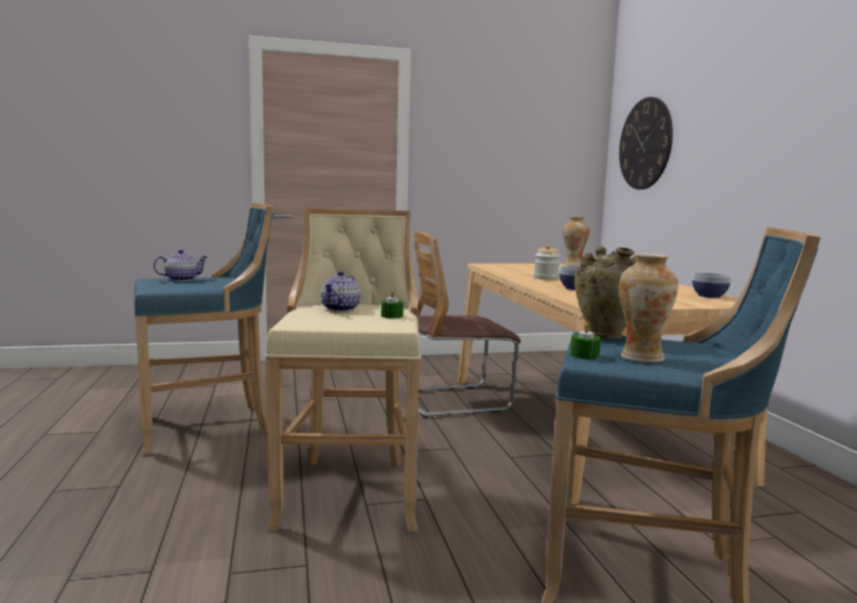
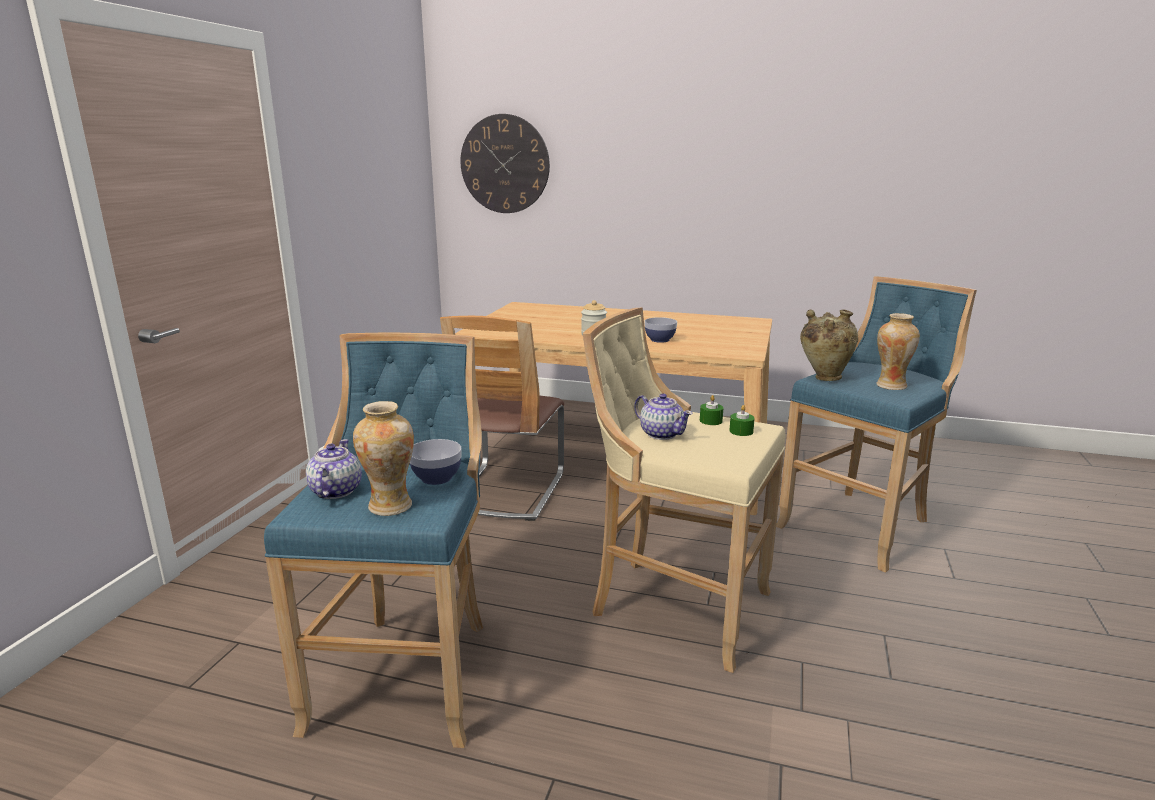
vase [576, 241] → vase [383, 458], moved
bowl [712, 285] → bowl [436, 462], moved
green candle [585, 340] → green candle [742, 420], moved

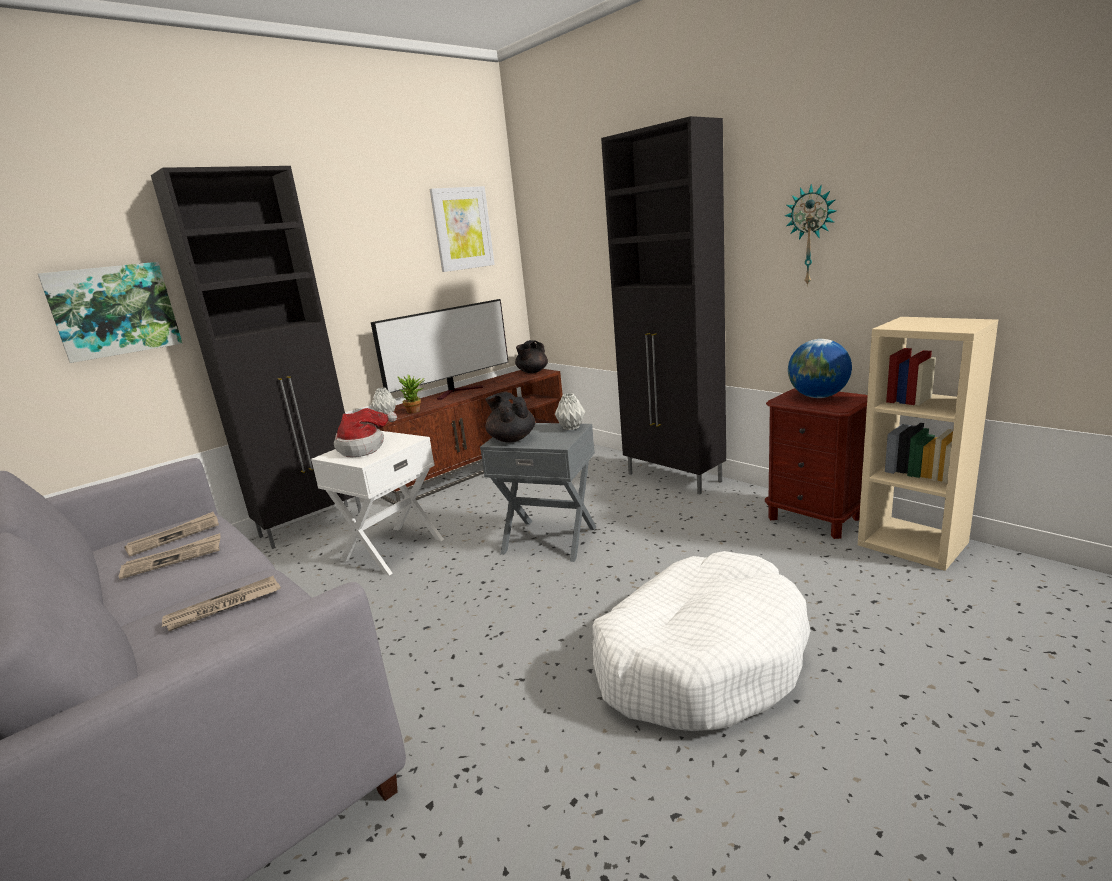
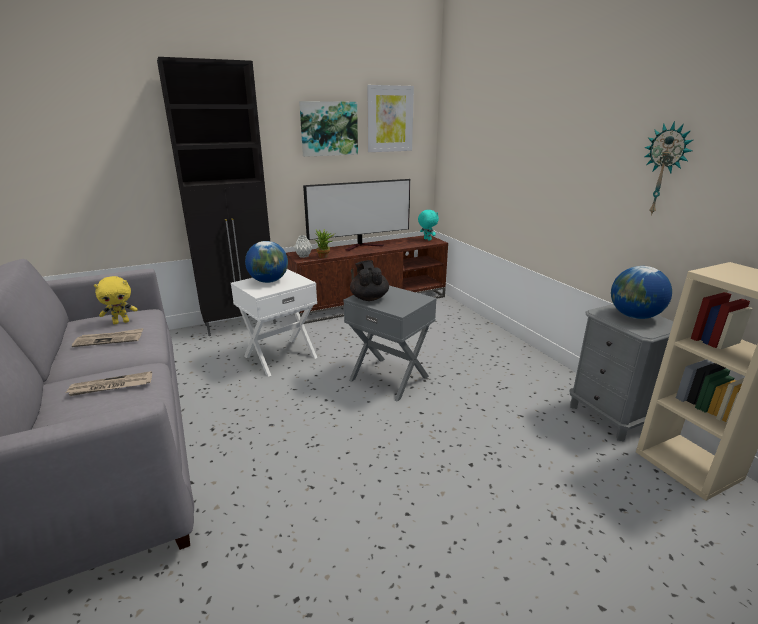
black cabinet [663, 305] → -
picture [110, 312] → picture [328, 129], moved
black teapot [531, 356] → turquoise plush toy [428, 225]
brown nightstand [816, 463] → grey nightstand [621, 373]
grey vase [570, 411] → -
hat [365, 432] → globe [266, 262]
newspaper [171, 534] → yellow plush toy [115, 300]
white dog bed [702, 641] → -

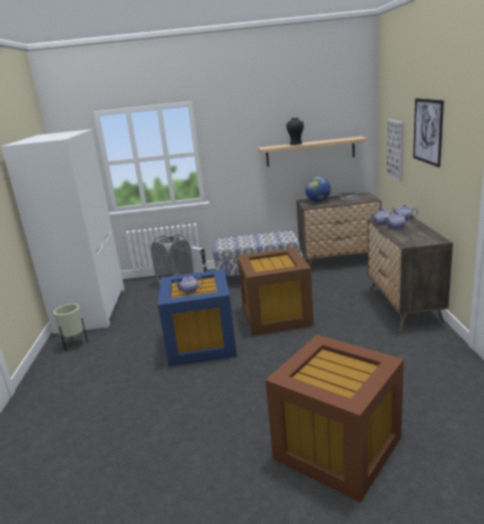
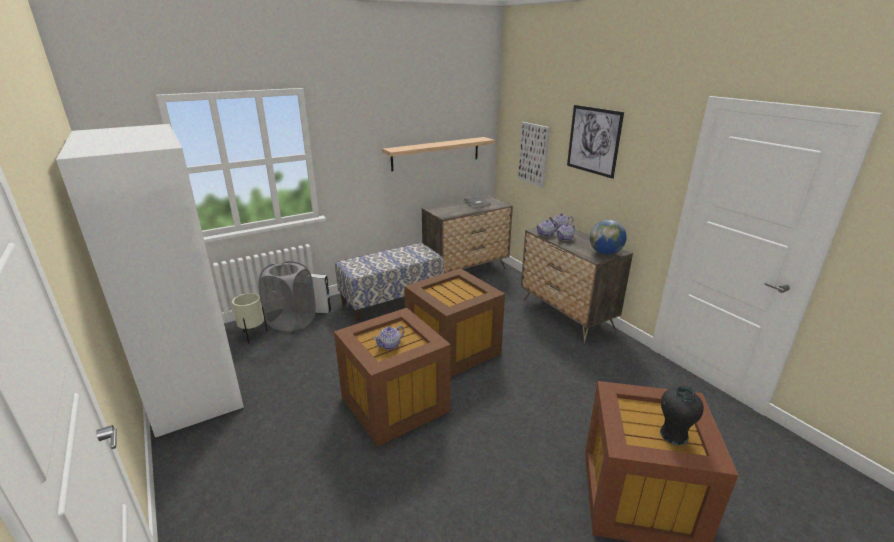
black vase [295, 131] → black vase [682, 415], moved
globe [318, 189] → globe [608, 237], moved
blue storage box [197, 318] → brown storage box [392, 377]
beige planter [70, 327] → beige planter [249, 318], moved

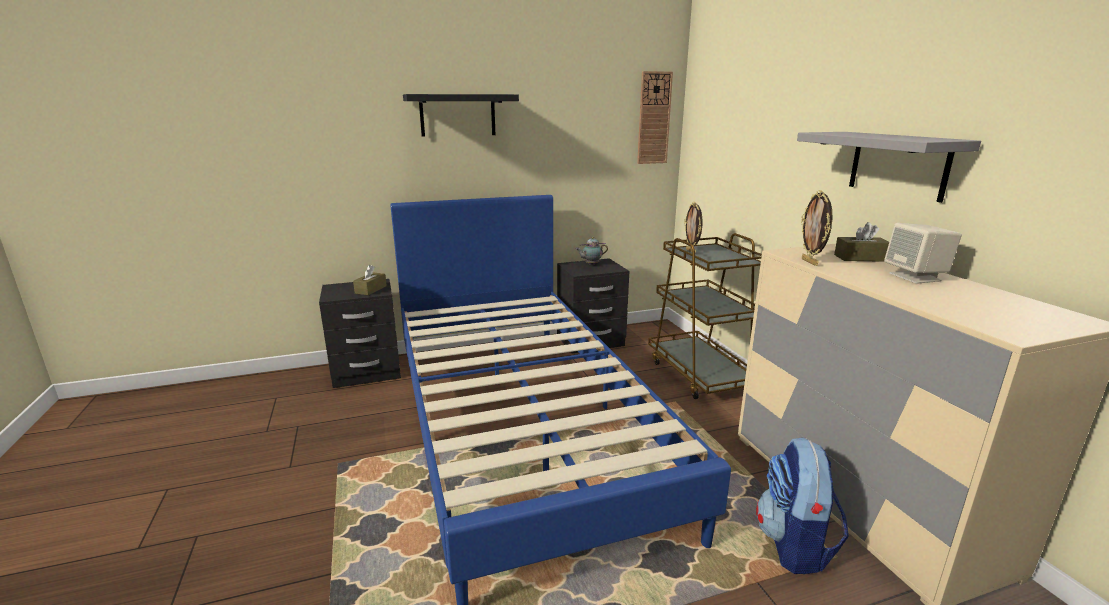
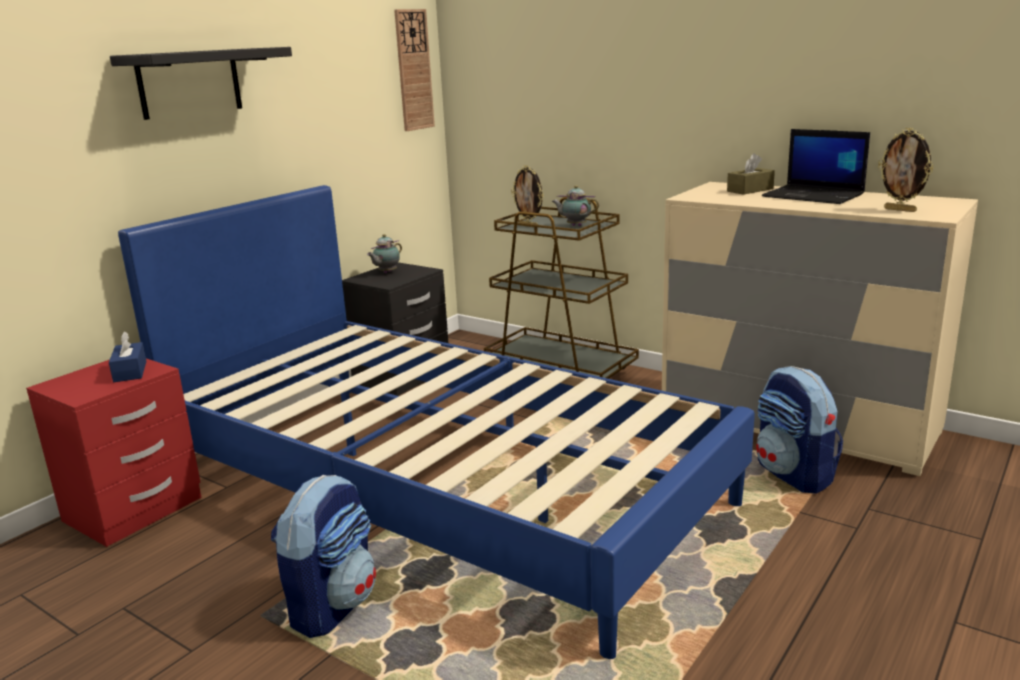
grey shelf [889, 167] → -
picture frame [816, 228] → picture frame [905, 170], moved
beige speaker [923, 253] → laptop [816, 166]
brown tissue box [370, 280] → blue tissue box [127, 356]
black nightstand [360, 333] → red nightstand [114, 452]
- → teapot [575, 205]
- → backpack [323, 556]

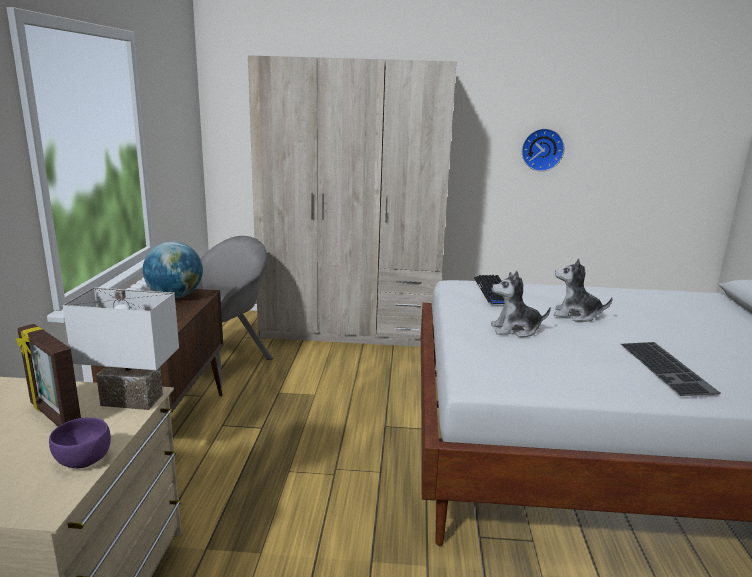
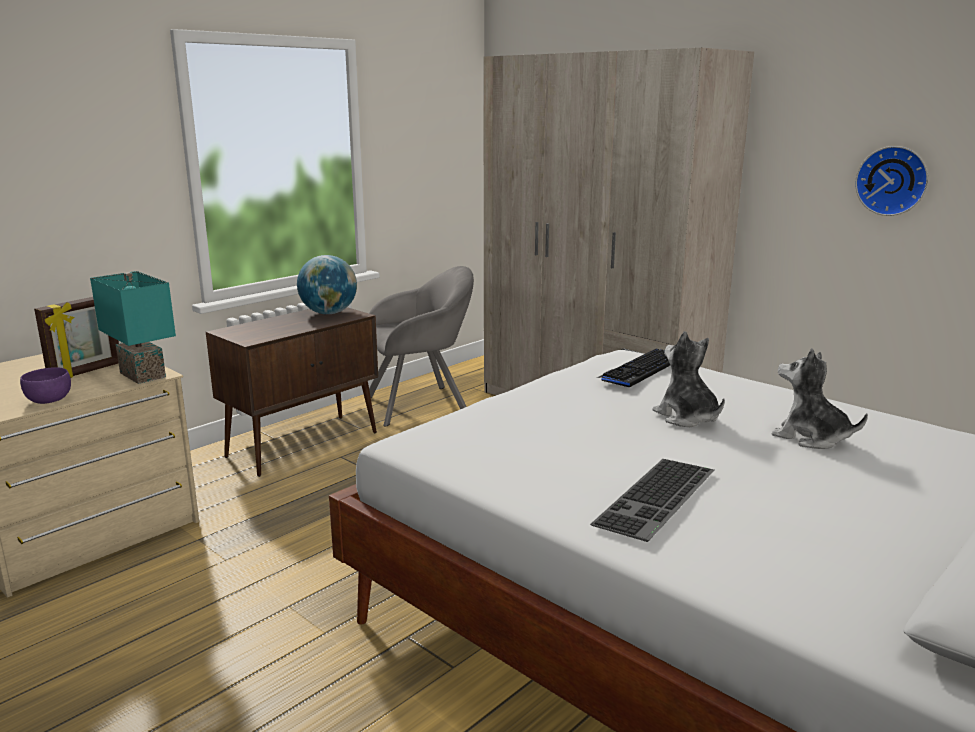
plush toy [521, 304] → plush toy [819, 398], moved
white table lamp [121, 348] → turquoise table lamp [133, 327]
picture frame [48, 375] → picture frame [76, 337], 135 degrees counterclockwise

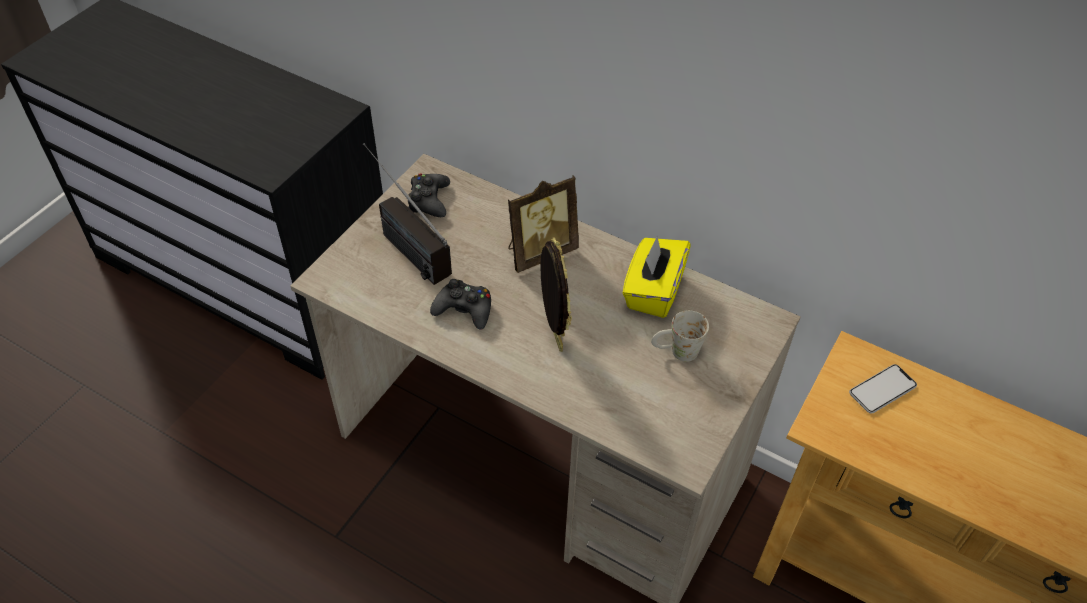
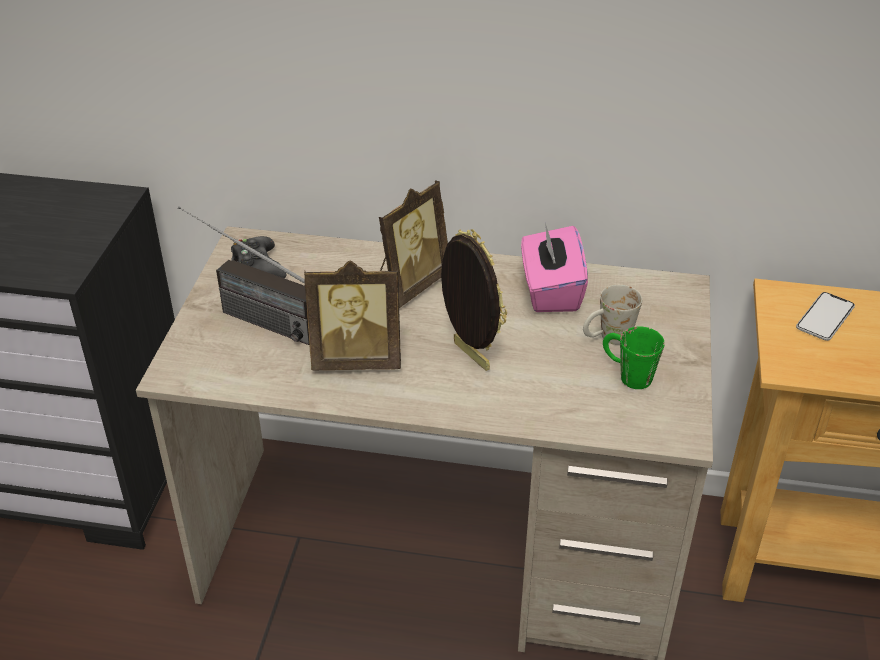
yellow tissue box [656, 277] → pink tissue box [554, 267]
black game controller [460, 304] → picture frame [352, 315]
- → green mug [634, 357]

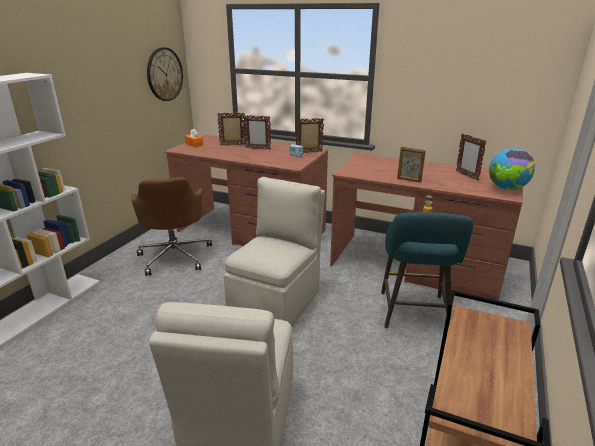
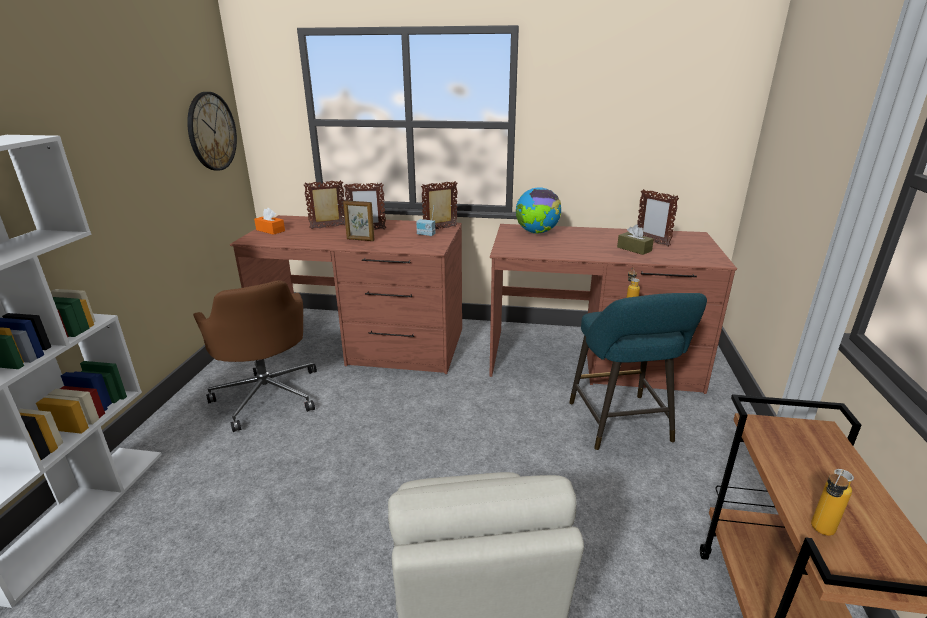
picture frame [411, 165] → picture frame [358, 220], moved
globe [512, 169] → globe [538, 210], moved
beige chair [274, 252] → -
- → brown tissue box [635, 240]
- → bottle [832, 502]

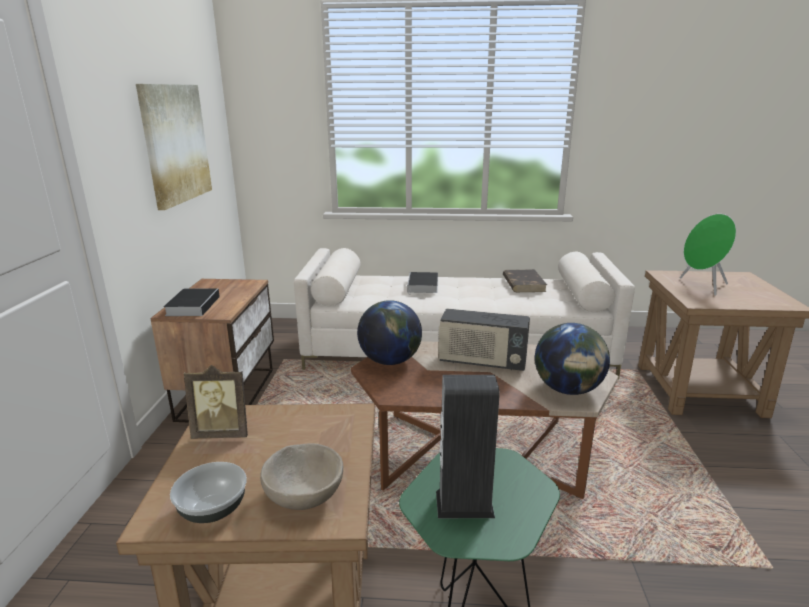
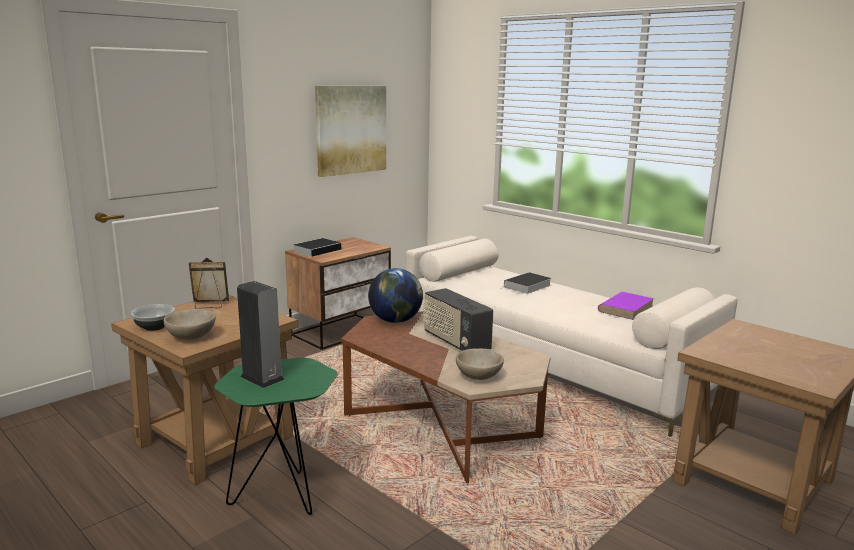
green speaker [708, 254] → -
brown book [525, 280] → purple book [626, 306]
globe [572, 359] → beige bowl [480, 364]
picture frame [216, 402] → picture frame [209, 283], 135 degrees clockwise

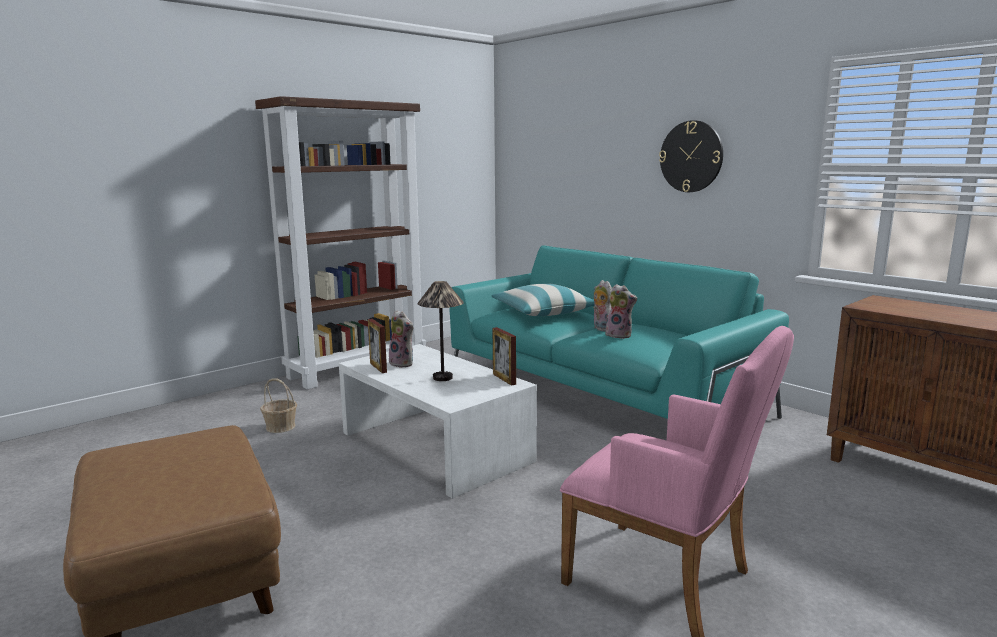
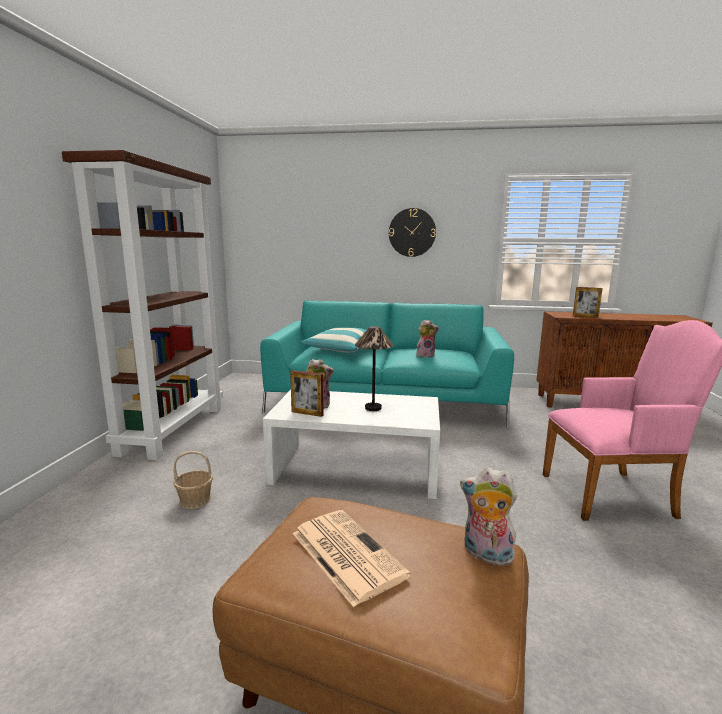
plush toy [602, 306] → plush toy [488, 518], moved
picture frame [504, 356] → picture frame [588, 302], moved
- → newspaper [352, 558]

